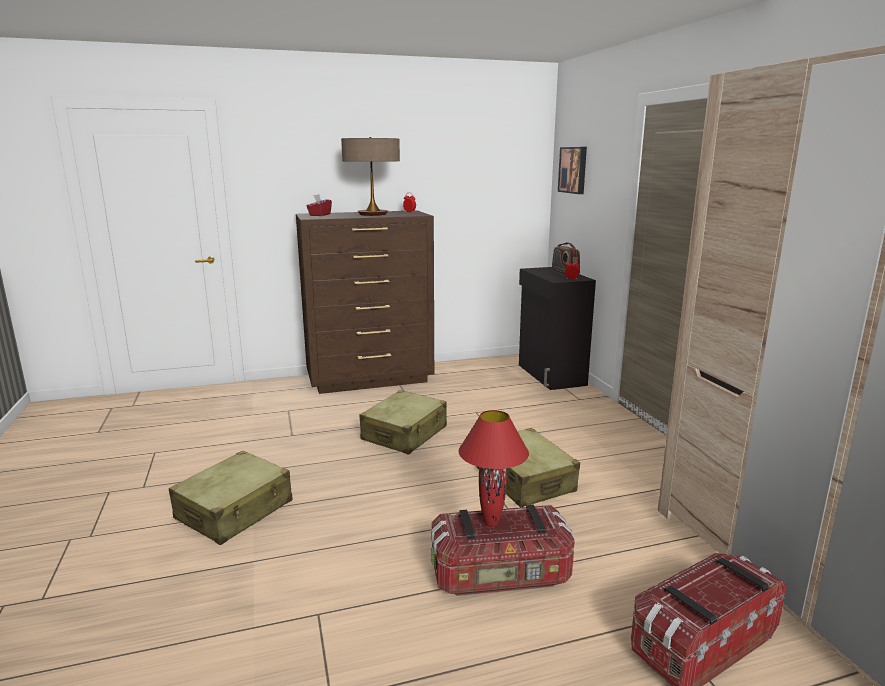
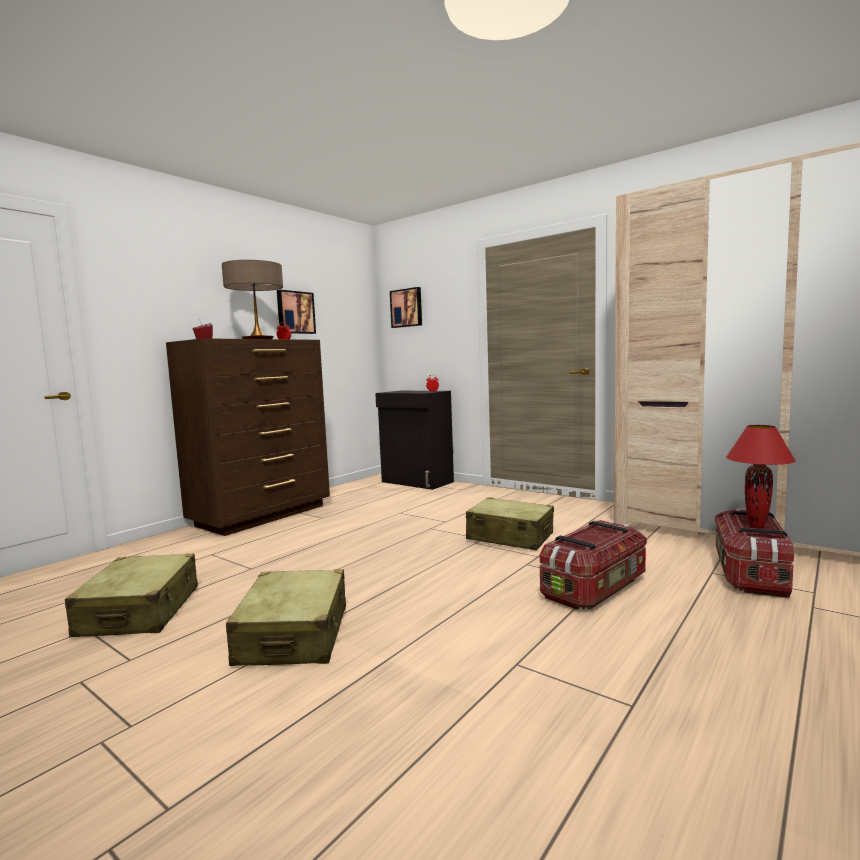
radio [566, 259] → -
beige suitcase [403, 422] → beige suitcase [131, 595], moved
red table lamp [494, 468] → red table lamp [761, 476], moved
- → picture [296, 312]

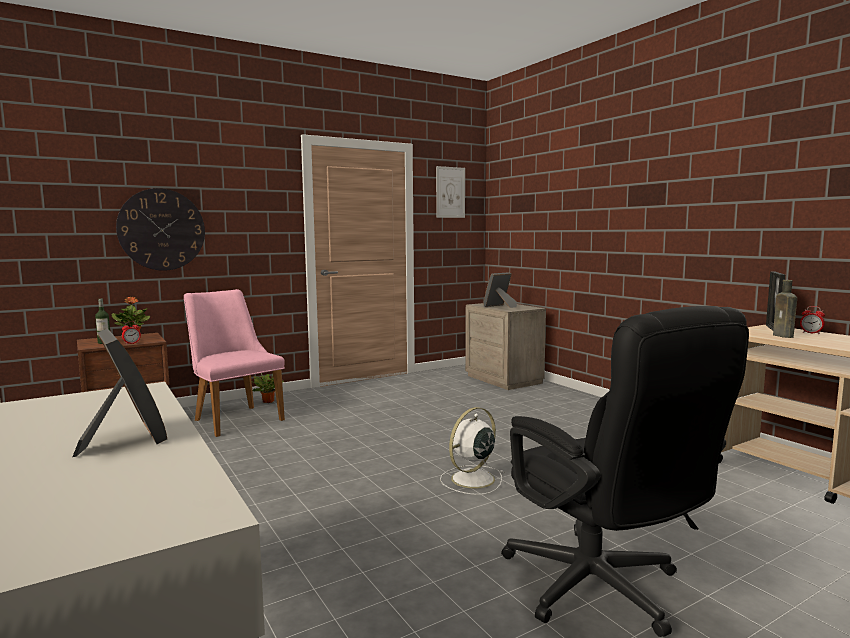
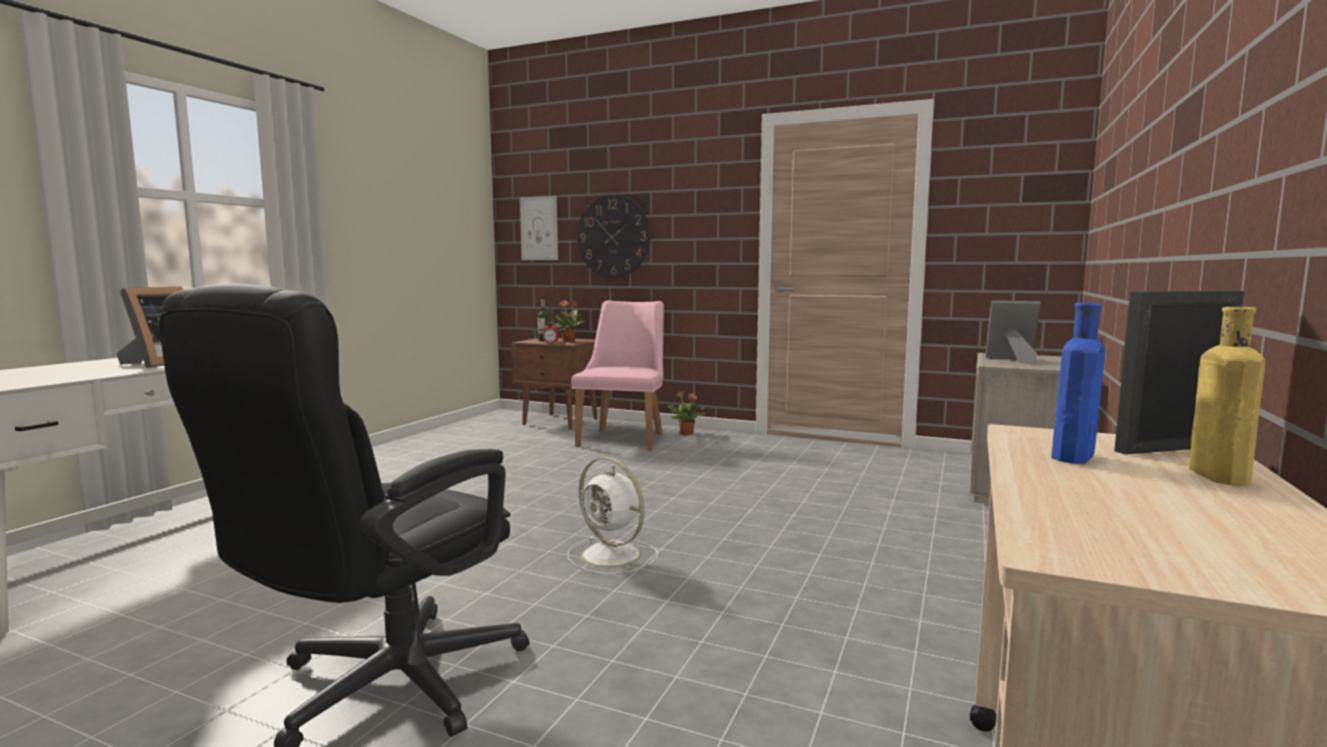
picture [450, 192] → picture [539, 228], moved
brown bottle [785, 309] → blue bottle [1078, 383]
alarm clock [812, 320] → yellow bottle [1227, 396]
white fan [472, 451] → white fan [613, 515], 150 degrees counterclockwise

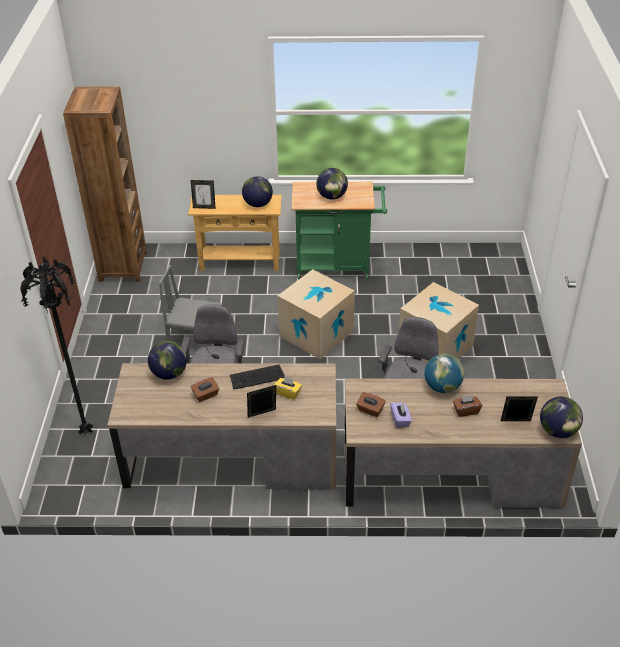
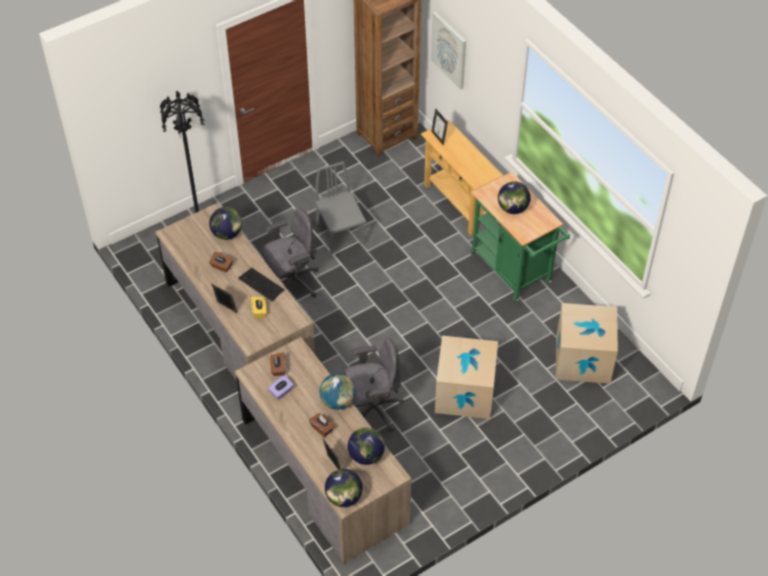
globe [257, 191] → globe [366, 446], moved
cardboard box [316, 314] → cardboard box [587, 343], moved
- → picture [448, 51]

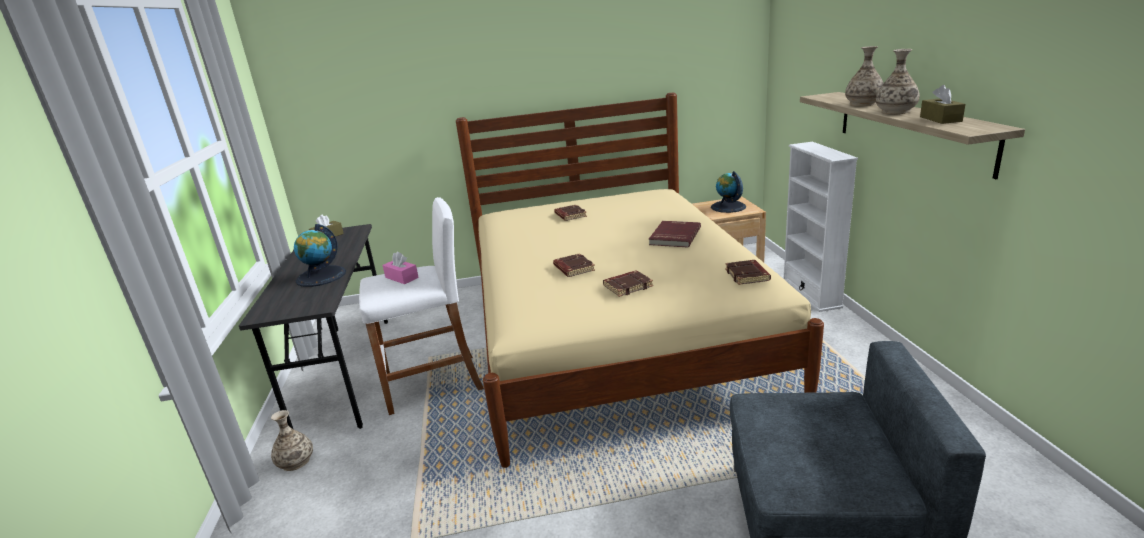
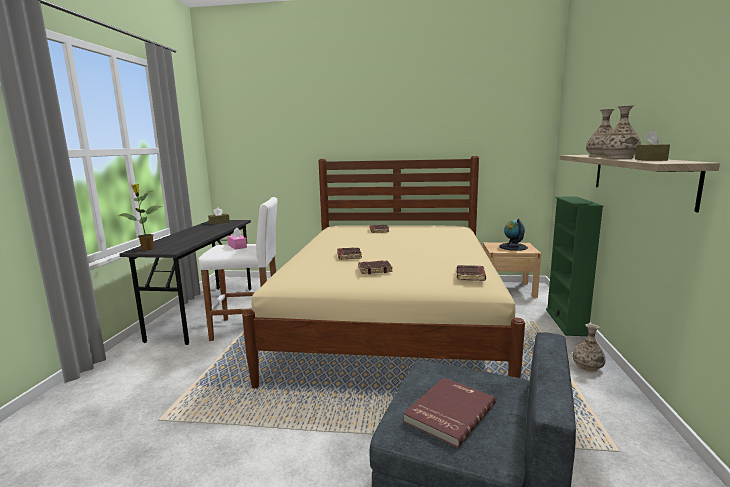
white bookcase [821, 227] → green bookcase [574, 266]
red book [675, 234] → red book [449, 413], moved
globe [320, 255] → -
vase [292, 440] → vase [588, 348], moved
- → potted plant [140, 217]

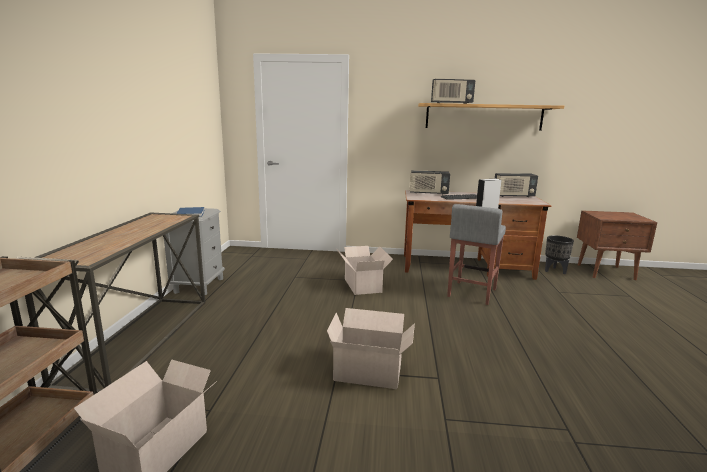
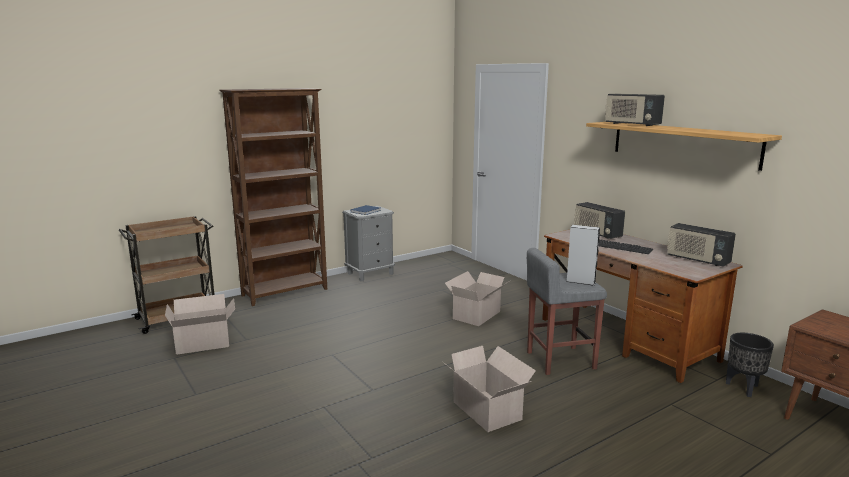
console table [115, 303] → brown bookcase [273, 197]
cardboard box [371, 348] → cardboard box [489, 389], moved

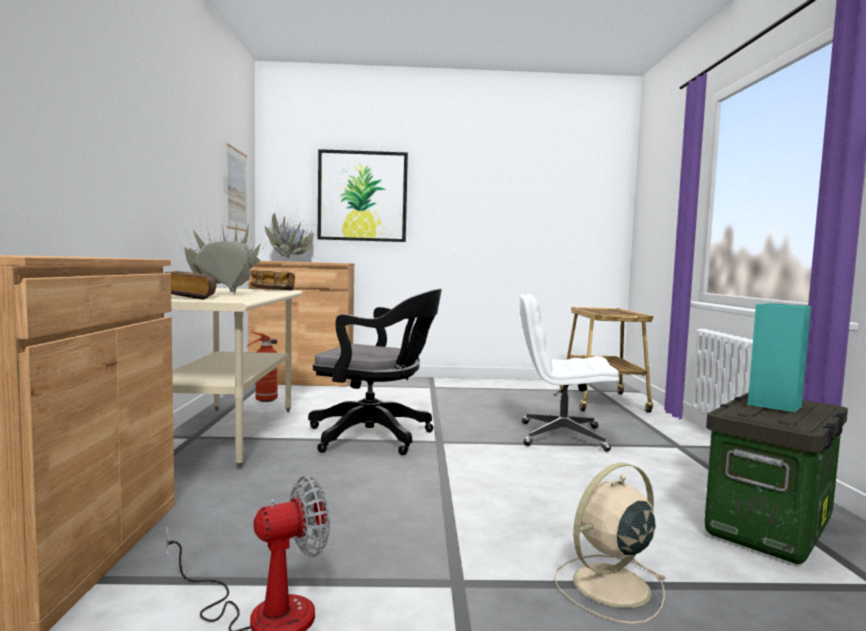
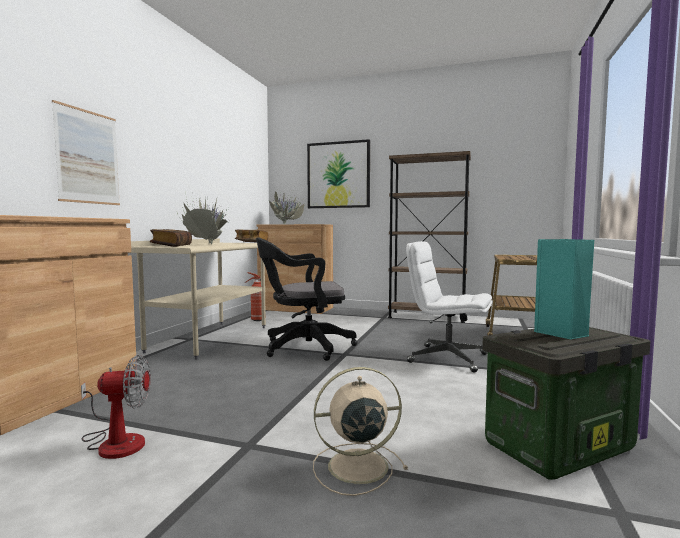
picture [236, 187] → picture [86, 152], moved
black office chair [375, 372] → black office chair [306, 299], 135 degrees clockwise
- → brown bookcase [429, 237]

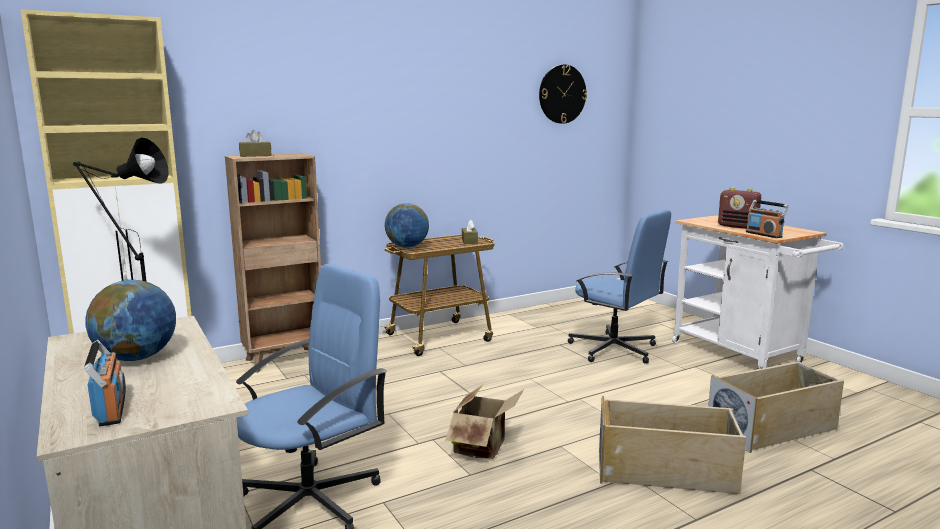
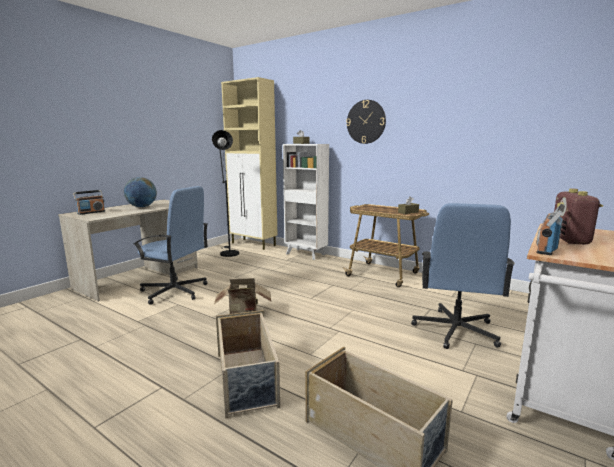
wall clock [563, 94] → wall clock [366, 122], moved
brown bookcase [273, 263] → white bookcase [306, 202]
globe [407, 225] → -

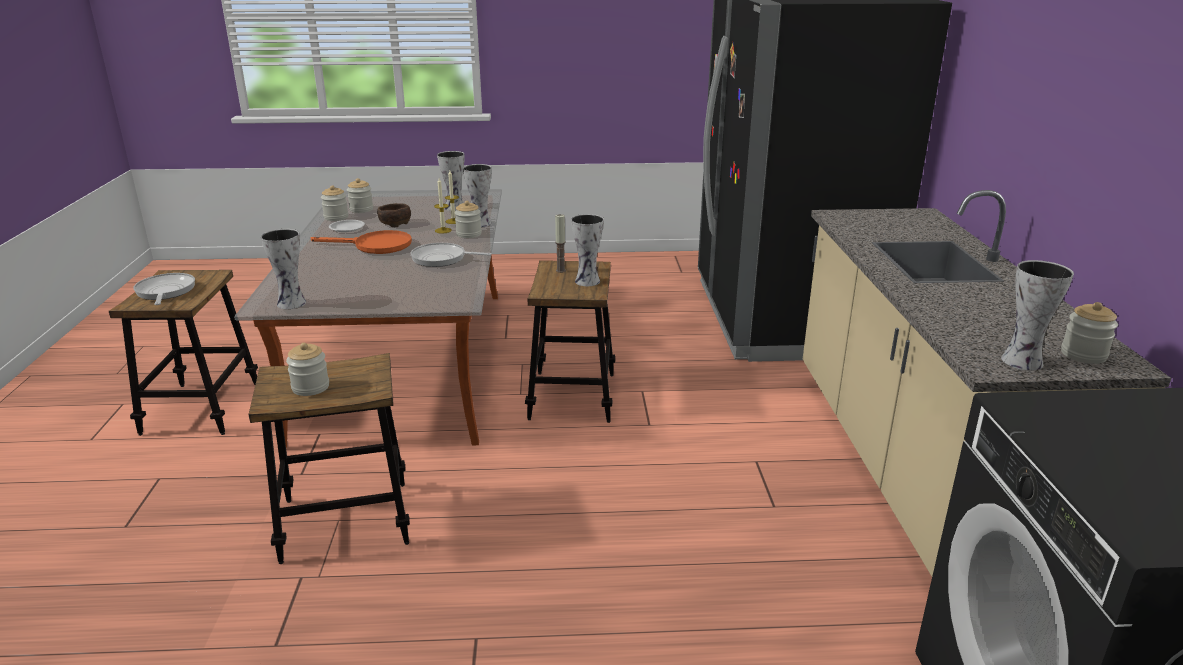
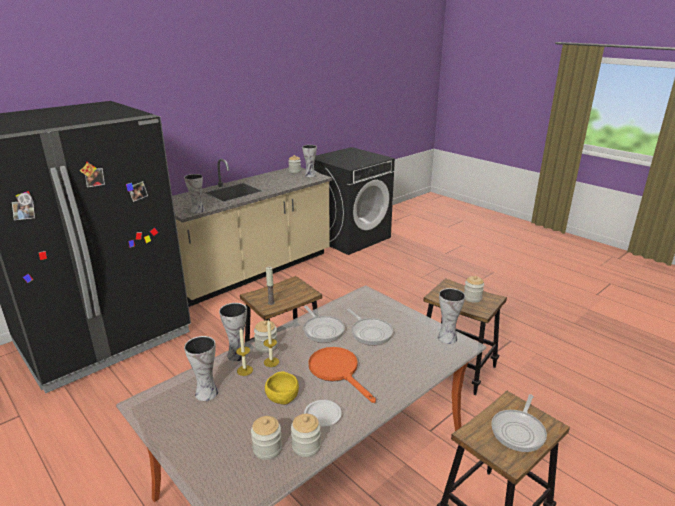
brown bowl [394, 215] → yellow bowl [282, 388]
vase [587, 250] → vase [194, 193], moved
- → frying pan [370, 327]

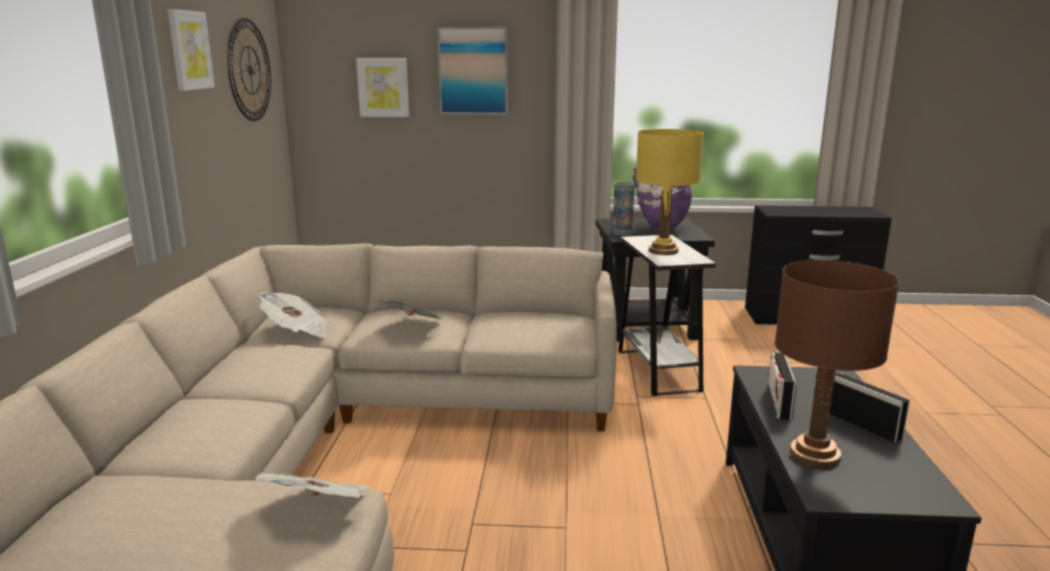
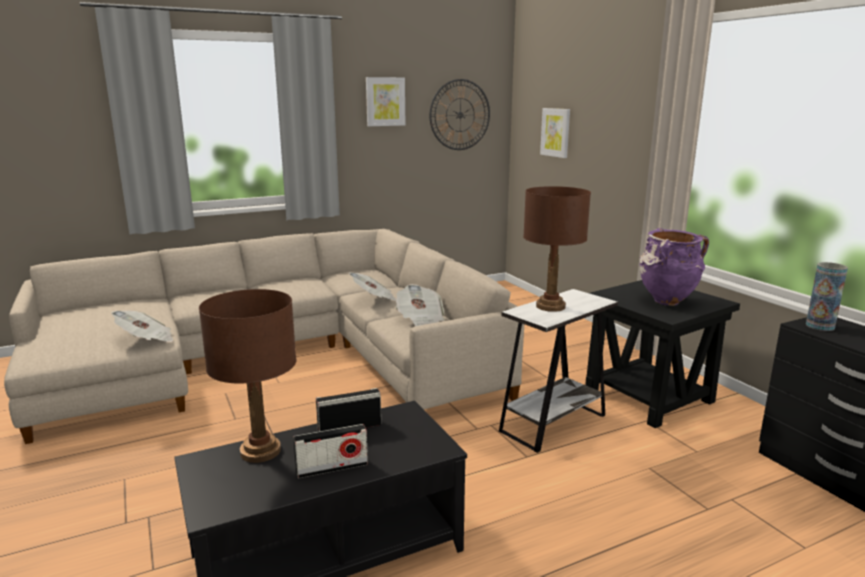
picture [472, 71] → -
yellow table lamp [670, 192] → brown table lamp [557, 249]
vase [624, 208] → vase [827, 296], moved
newspaper [294, 314] → newspaper [420, 305], moved
radio [870, 407] → radio [330, 451], 45 degrees clockwise

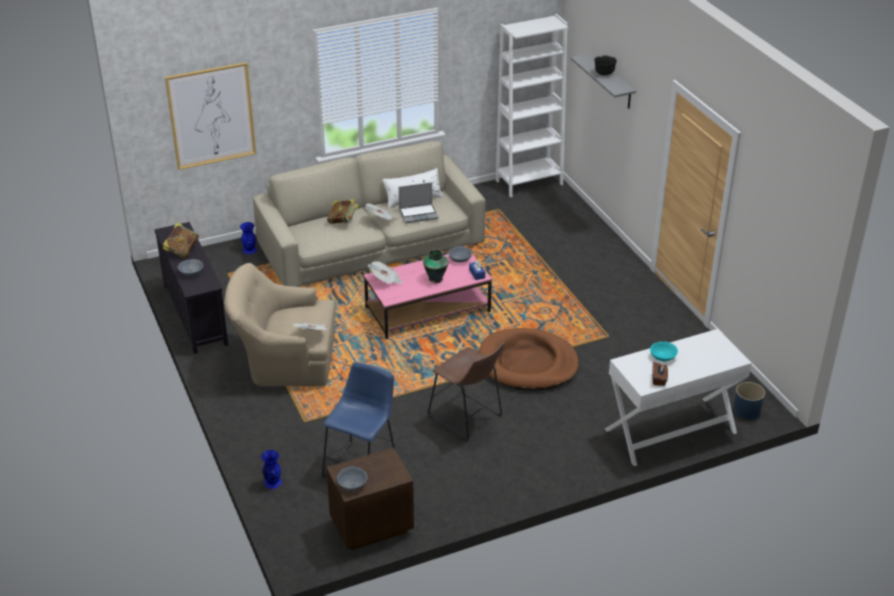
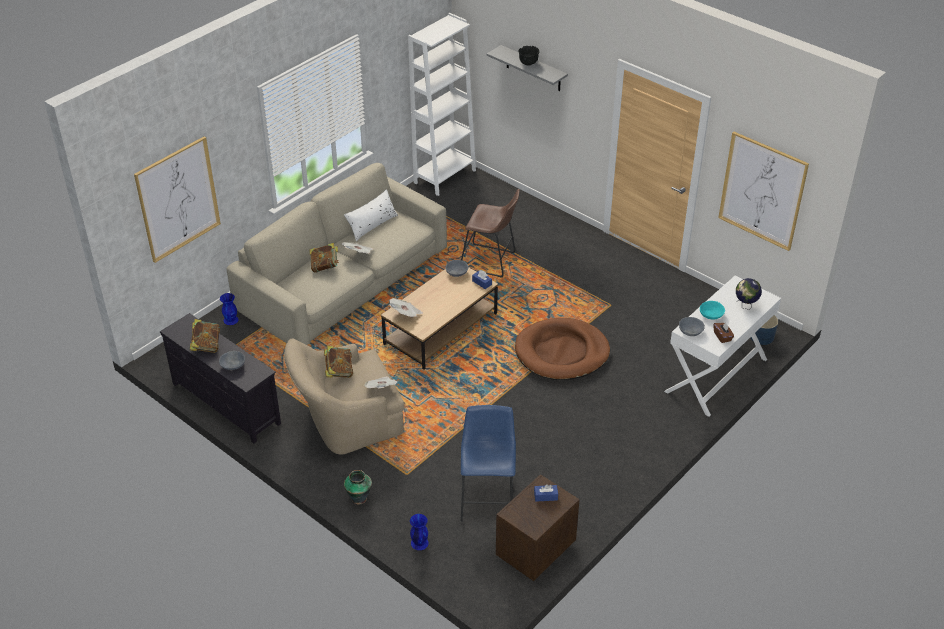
laptop [418, 202] → -
vase [436, 266] → vase [358, 487], moved
pink coffee table [428, 296] → brown coffee table [439, 319]
brown stool [466, 391] → brown stool [490, 233], moved
grey bowl [352, 479] → grey bowl [692, 326], moved
- → picture [763, 191]
- → globe [749, 294]
- → book [338, 362]
- → blue tissue box [546, 493]

